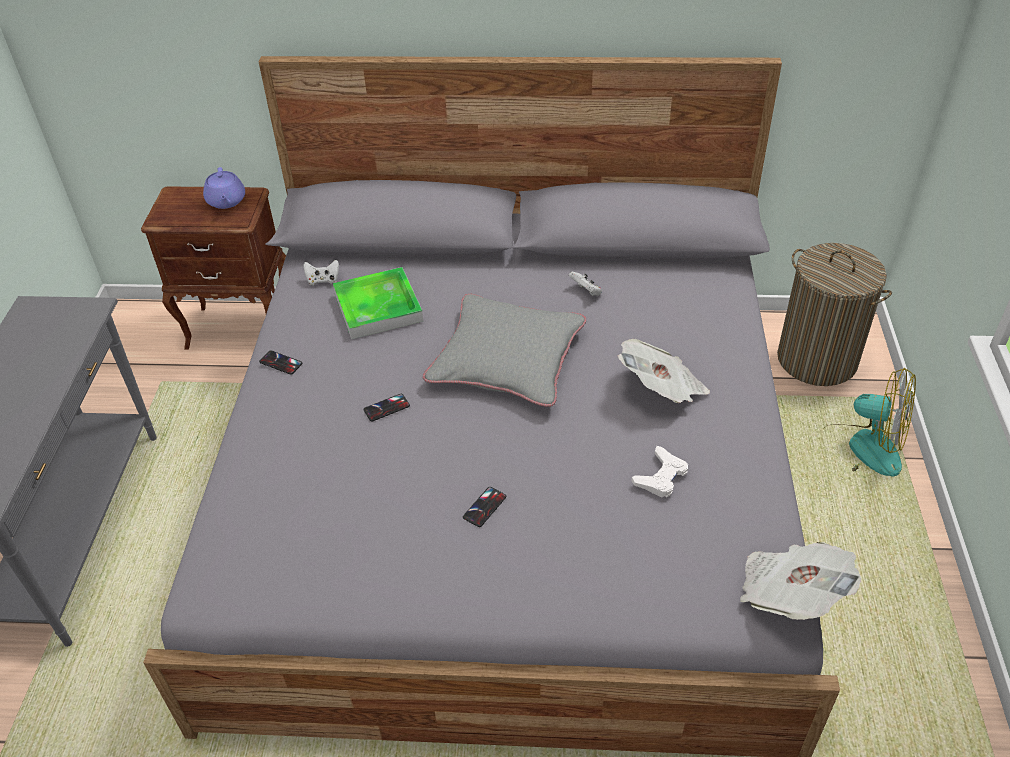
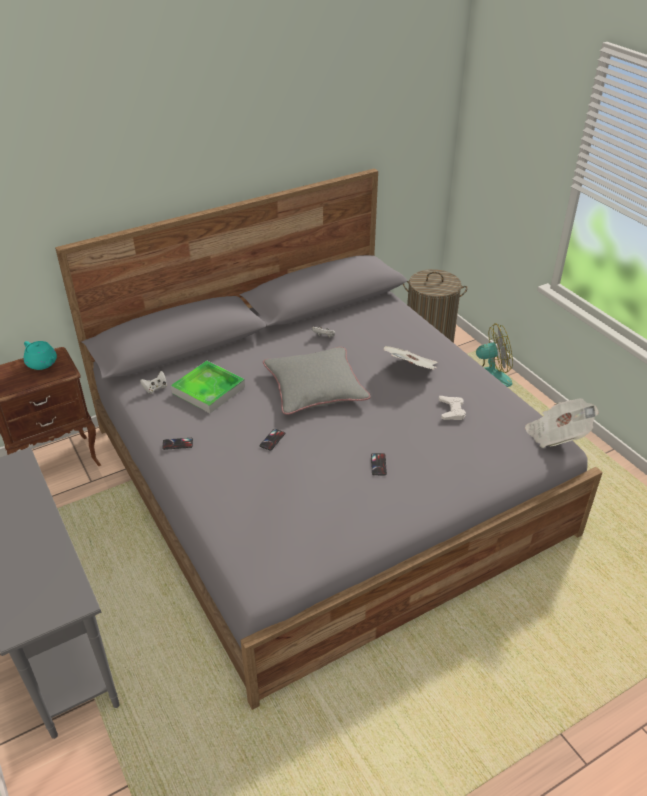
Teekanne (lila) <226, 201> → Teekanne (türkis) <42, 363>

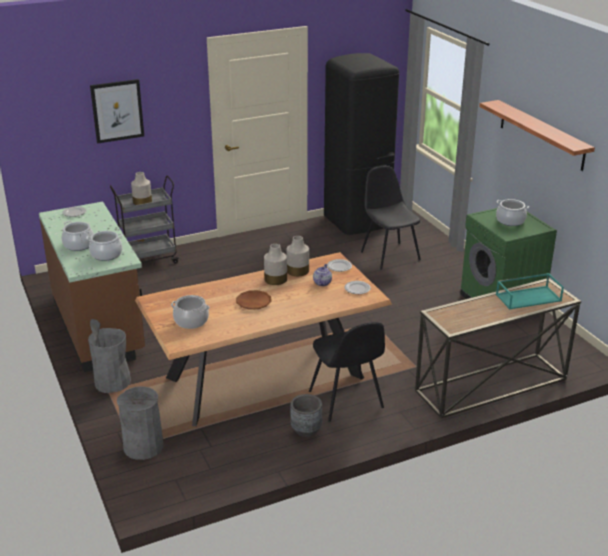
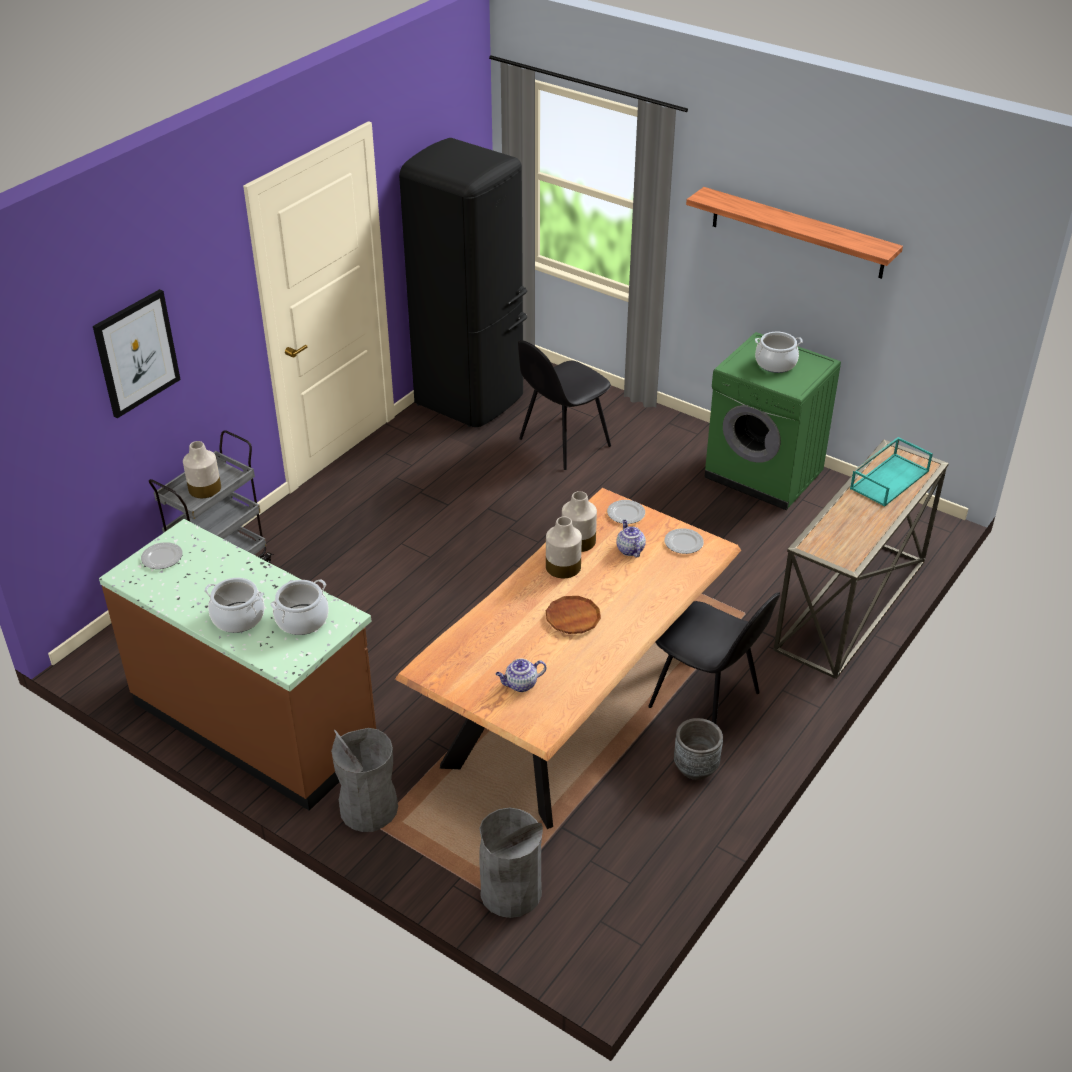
Stuhl (schwarz) <389, 255> → Stuhl (schwarz) <562, 443>, 75 degrees counterclockwise
Kochtopf <191, 321> → Teekanne <520, 684>

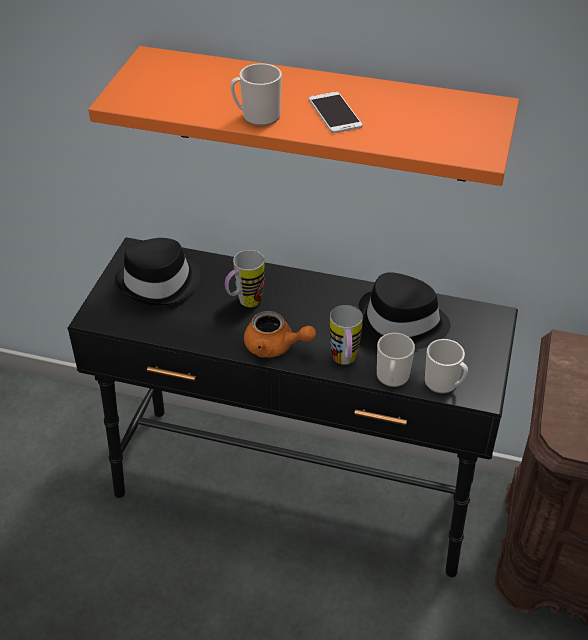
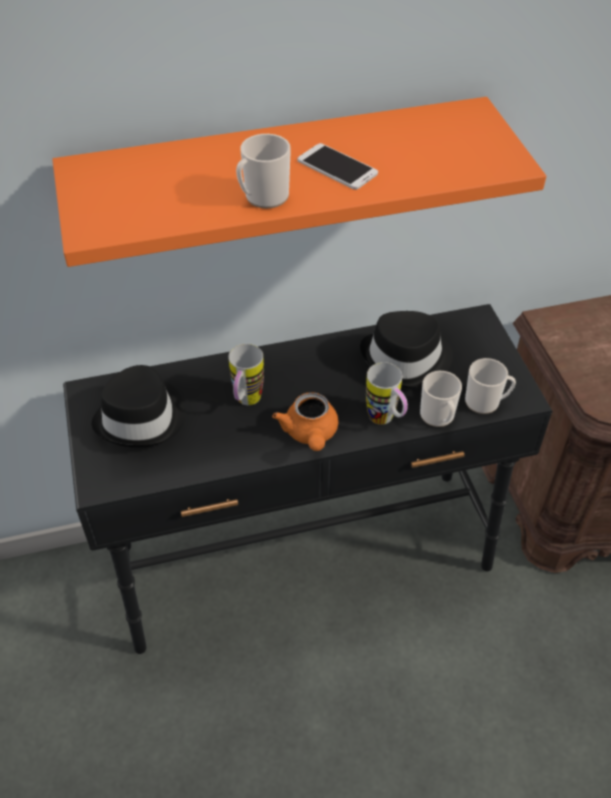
Teekanne (orange) <275, 347> → Teekanne (orange) <310, 434>, 90 degrees clockwise

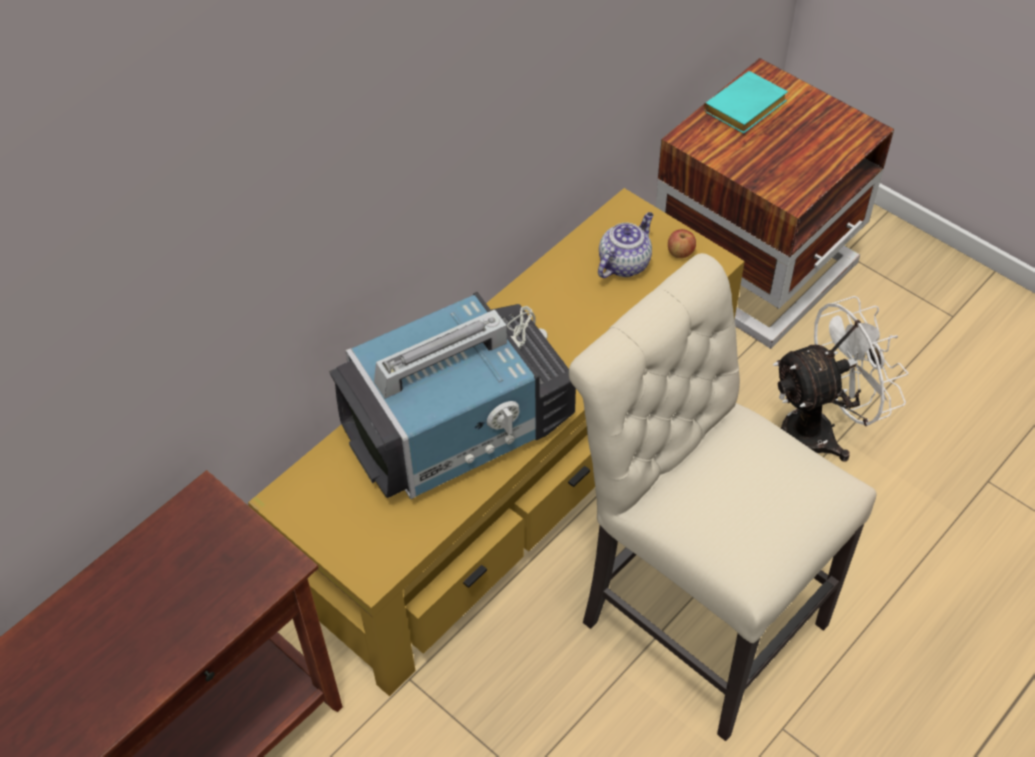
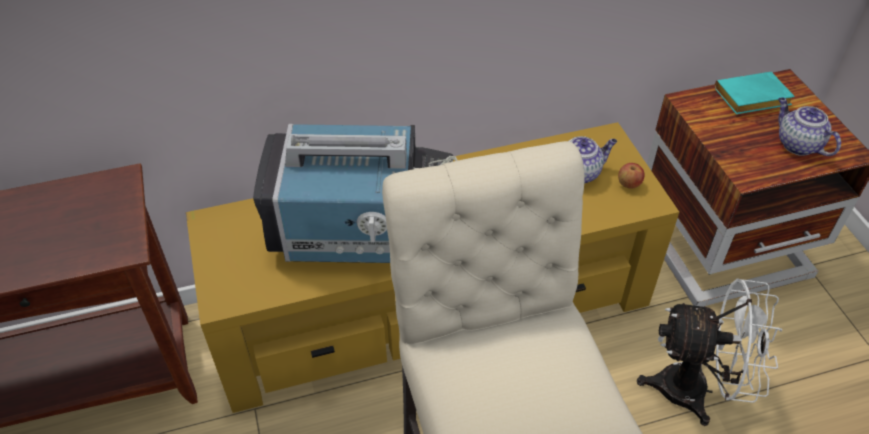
- → Teekanne <797, 144>

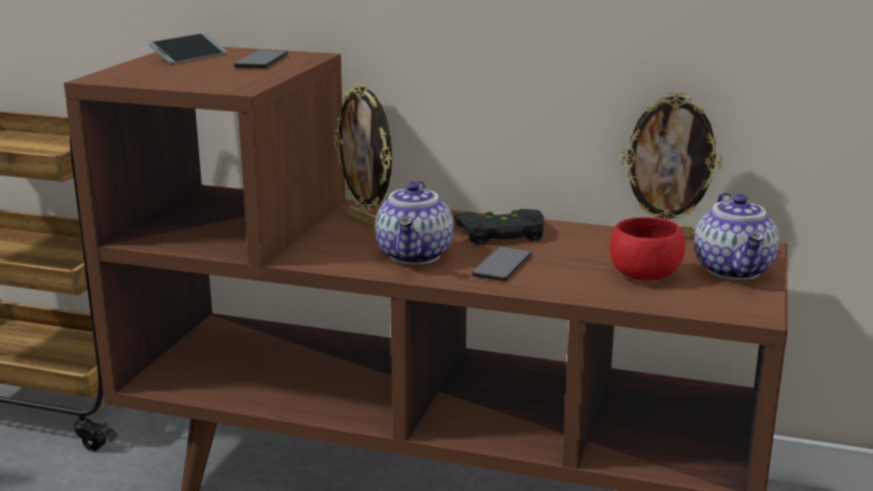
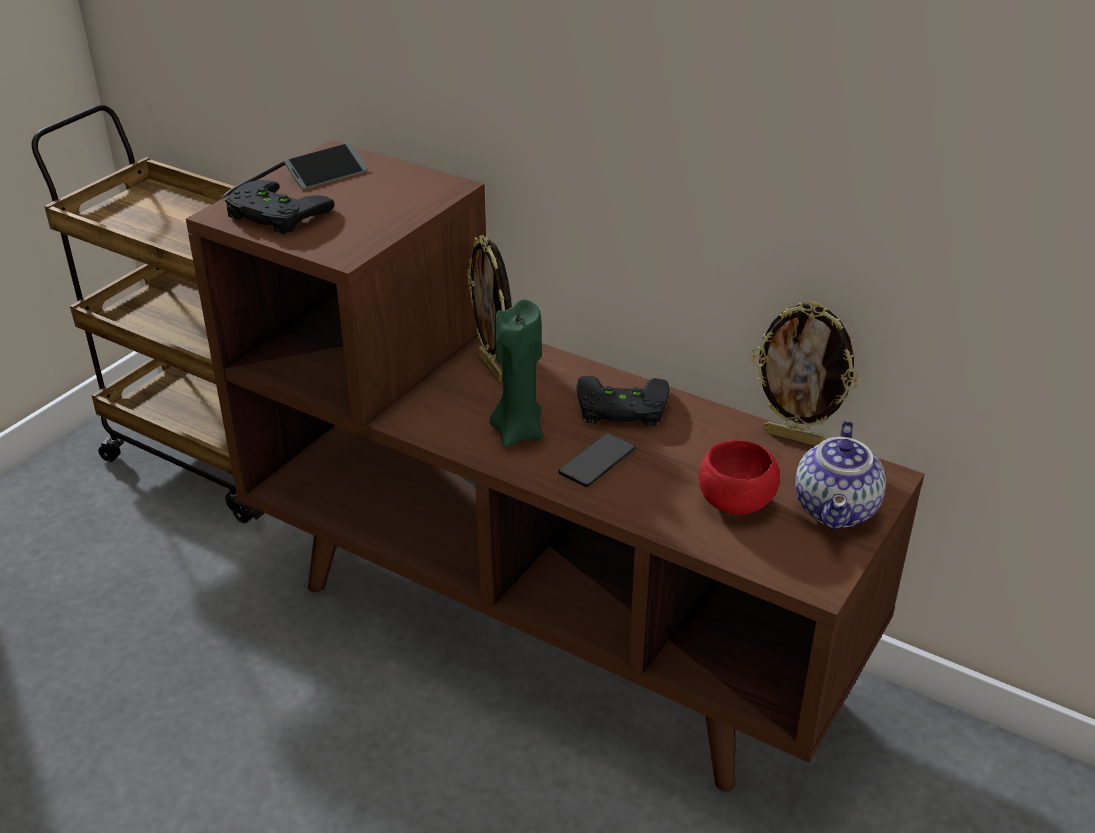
Handy <261, 61> → -
Teekanne <416, 256> → Kerze (grün) <518, 432>
- → Gamepad (schwarz) <273, 215>

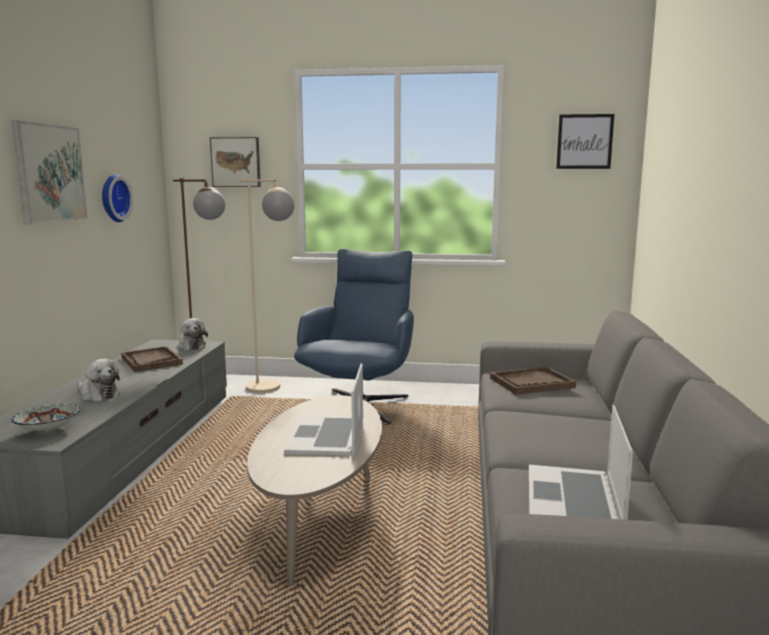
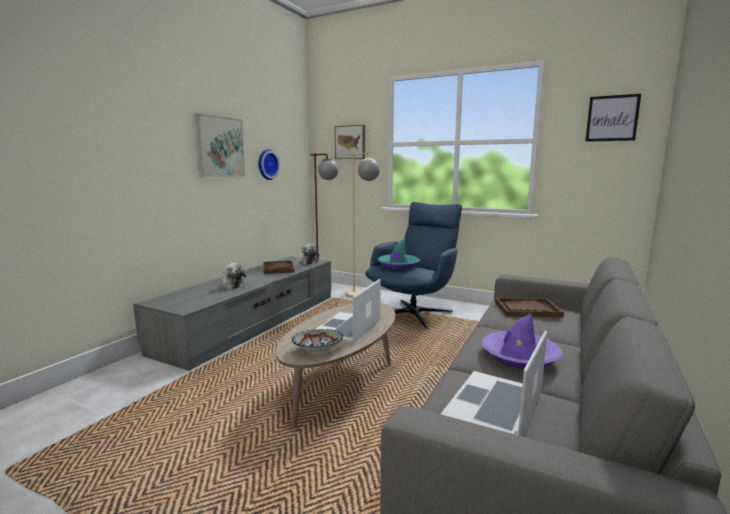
Schüssel <48, 429> → Schüssel <317, 350>, shifted
- → Hut (türkis) <398, 265>
- → Hut (lila) <519, 356>

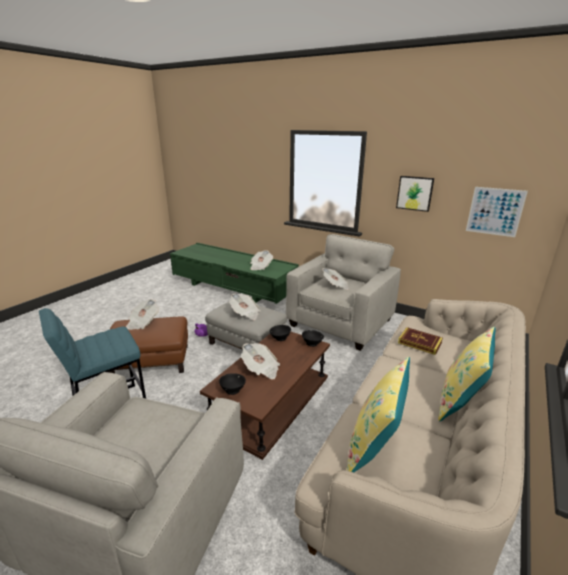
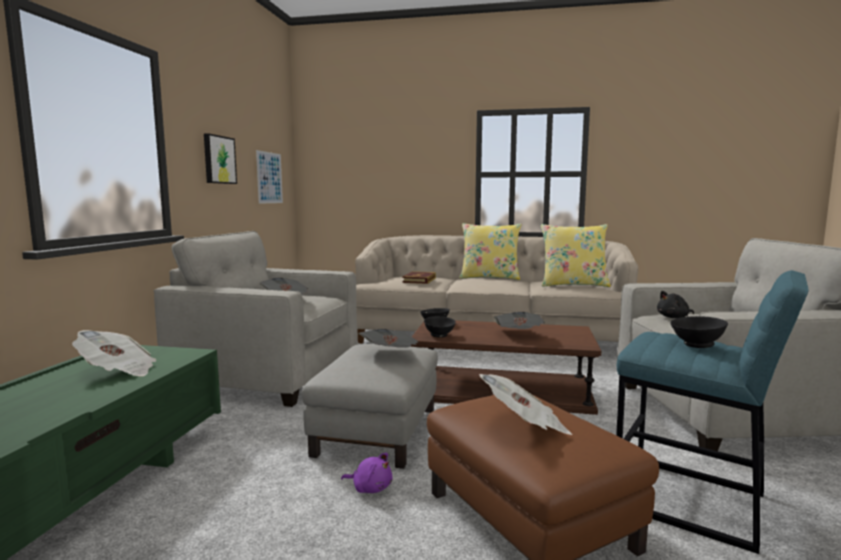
Schüssel (schwarz) <233, 390> → Schüssel (schwarz) <696, 345>, shifted
- → Plüschtier (schwarz) <674, 317>

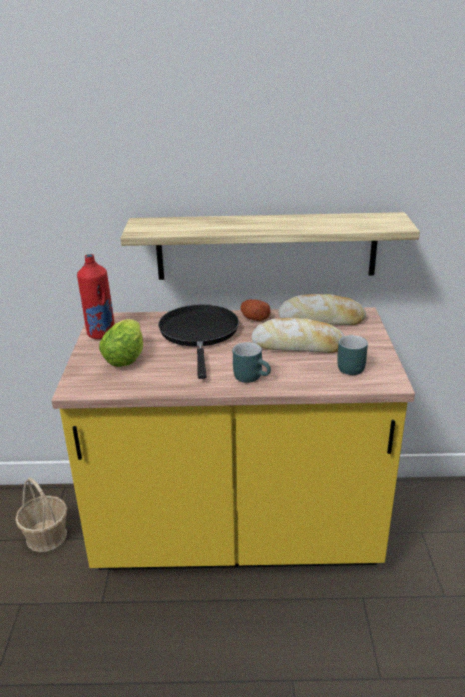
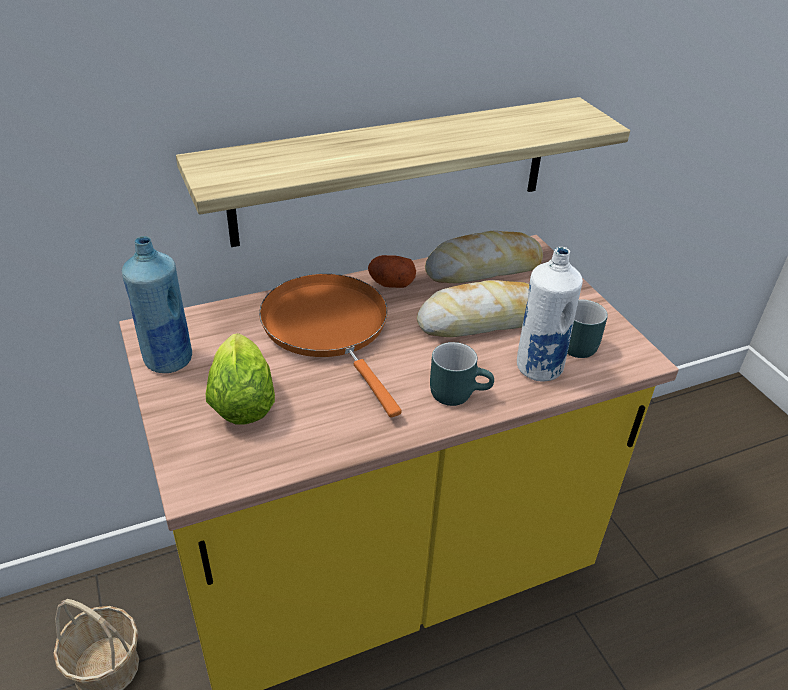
Flasche (rot) <100, 334> → Flasche (blau) <168, 360>
Pfanne (schwarz) <199, 334> → Pfanne (orange) <329, 328>
- → Flasche (weiß) <538, 368>

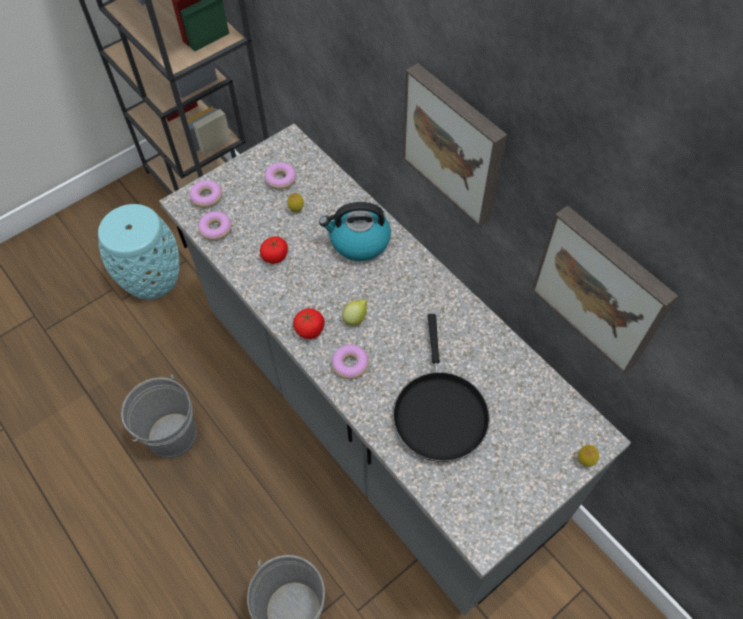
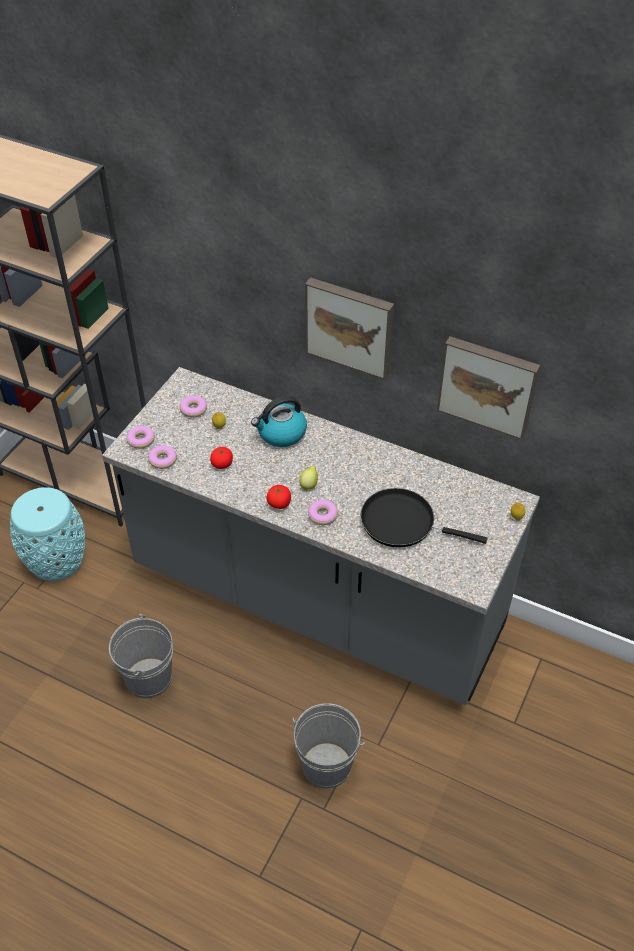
Pfanne (schwarz) <439, 412> → Pfanne (schwarz) <403, 523>, 135 degrees clockwise

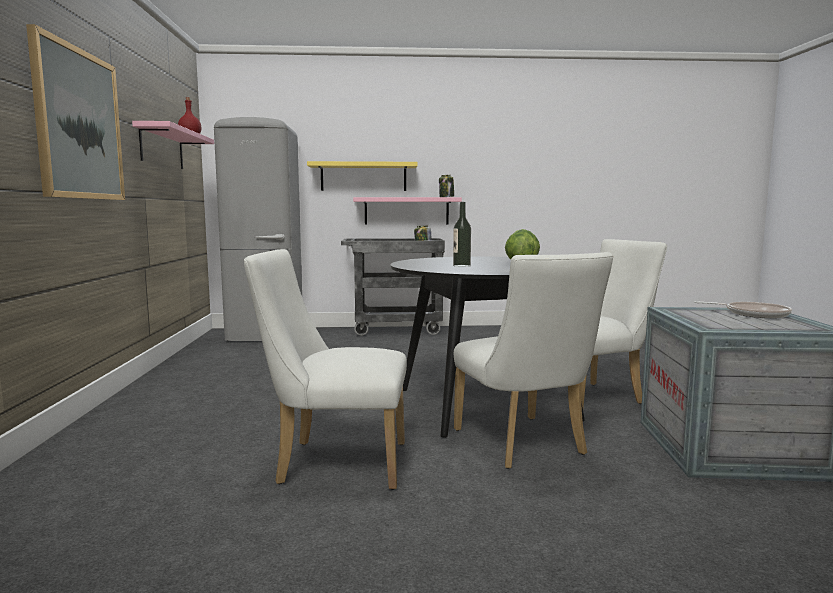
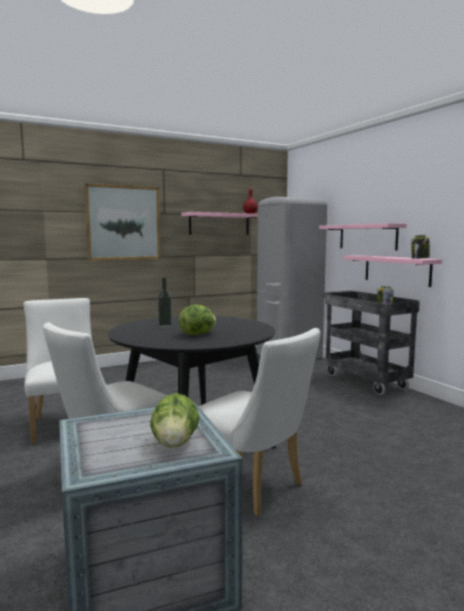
Wandregal (gelb) <363, 177> → Wandregal (rosa) <367, 237>
Pfanne <753, 314> → Salatkopf <175, 443>

